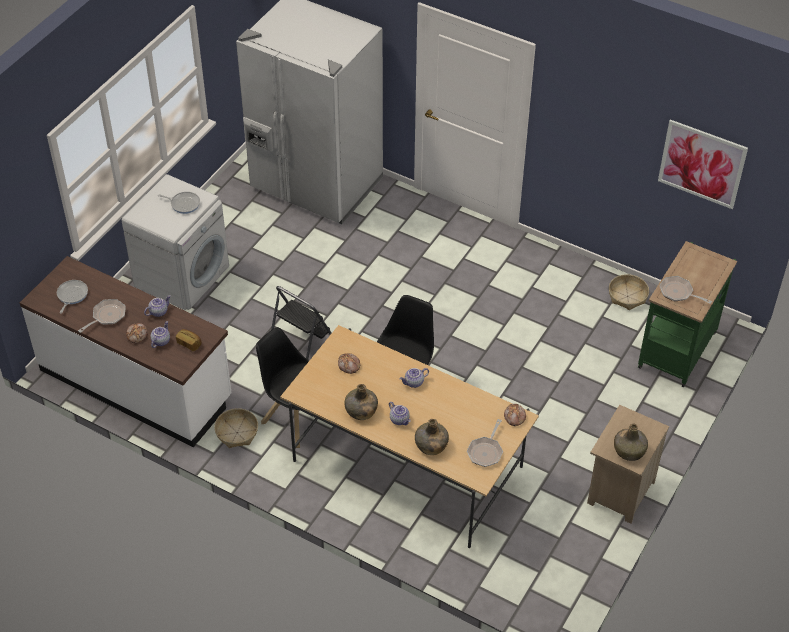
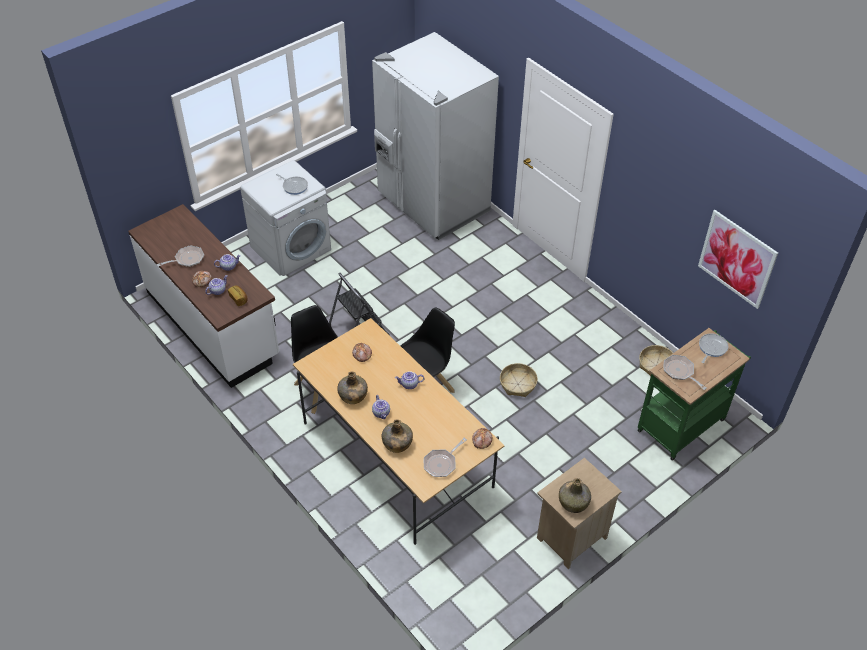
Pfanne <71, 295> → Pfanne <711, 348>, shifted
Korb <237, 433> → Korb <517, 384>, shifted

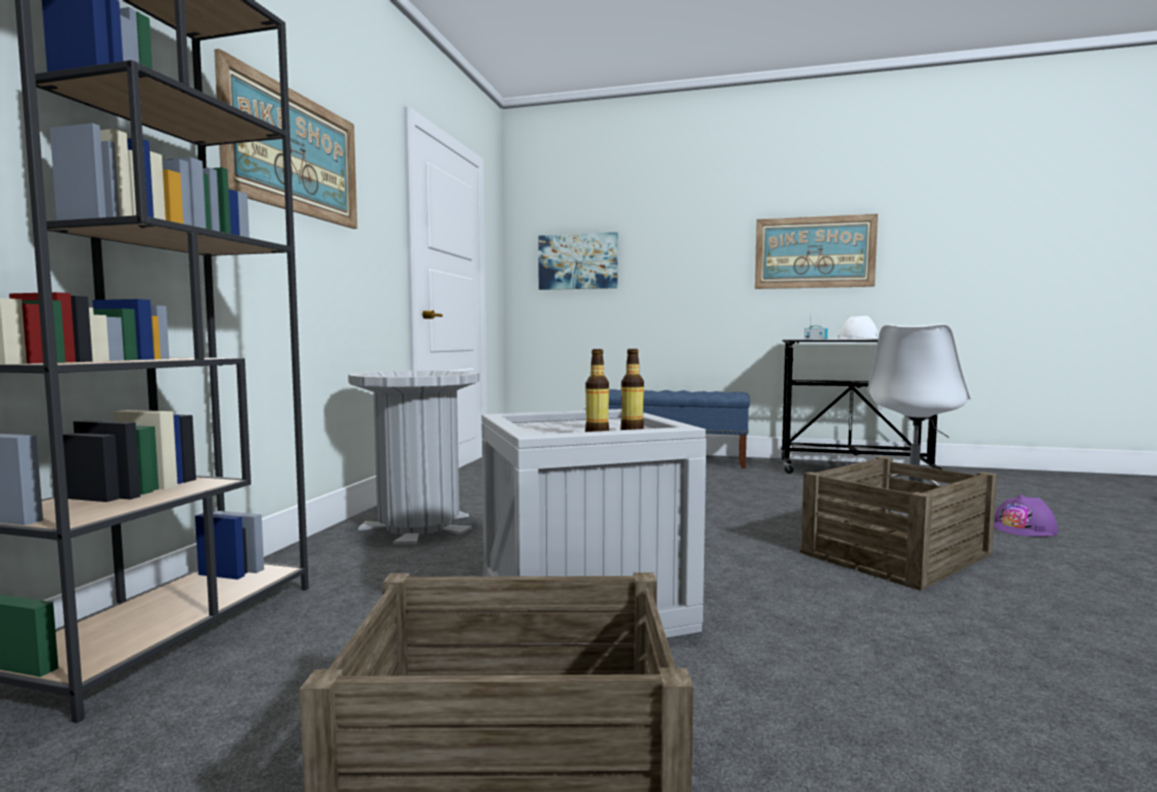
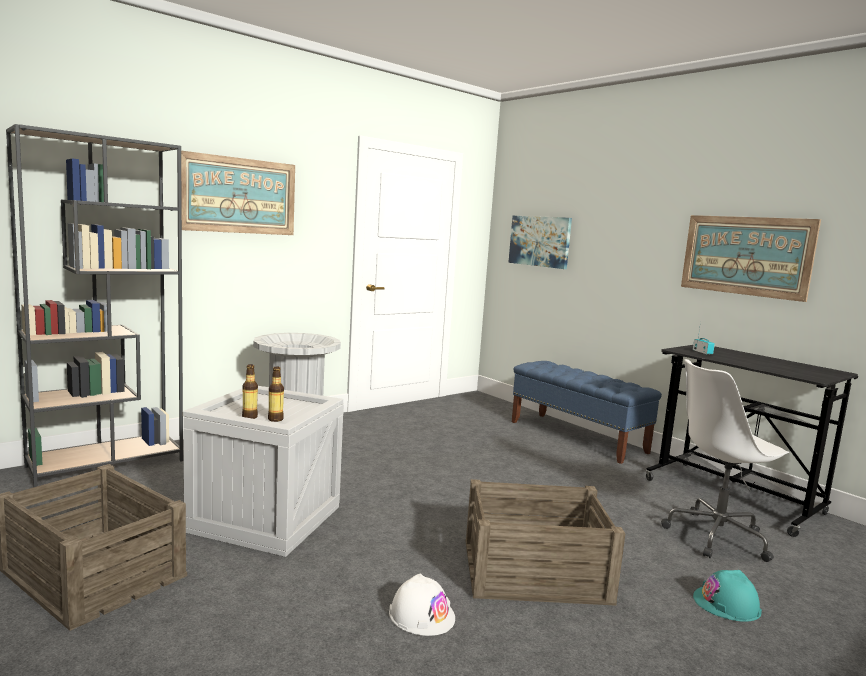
Schutzhelm (weiß) <860, 339> → Schutzhelm (weiß) <421, 615>, shifted
Schutzhelm (lila) <1023, 528> → Schutzhelm (türkis) <727, 604>

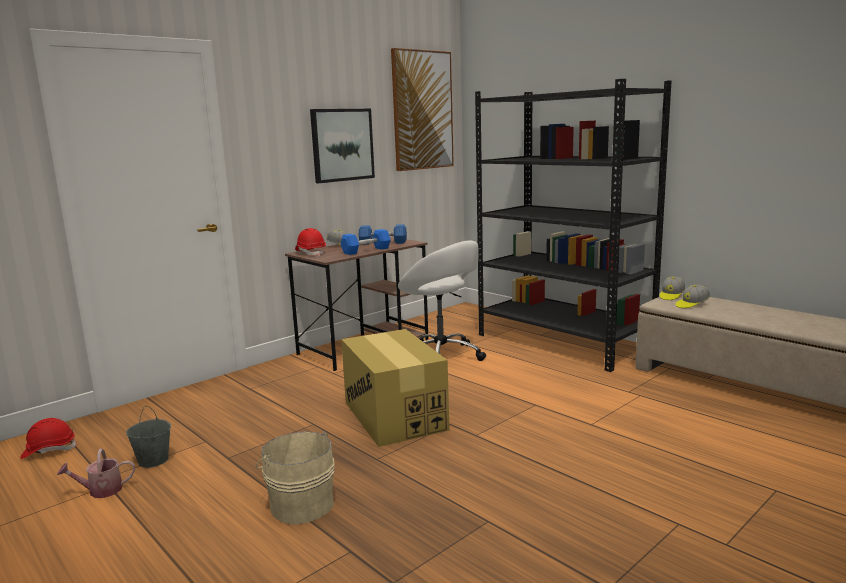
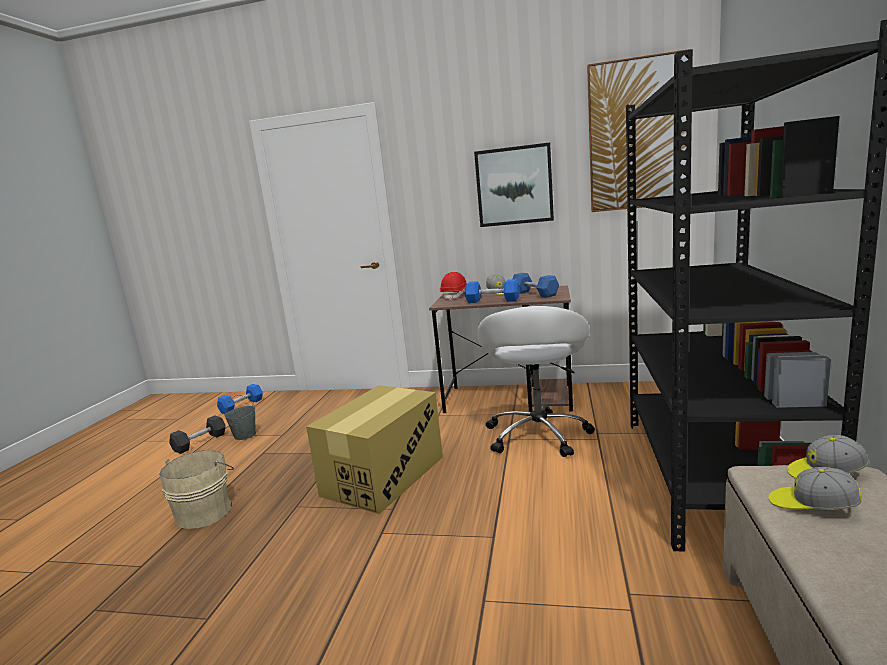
Schutzhelm (rot) <49, 450> → Hantel (blau) <242, 406>
Gießkanne <101, 491> → Hantel (grau) <200, 442>

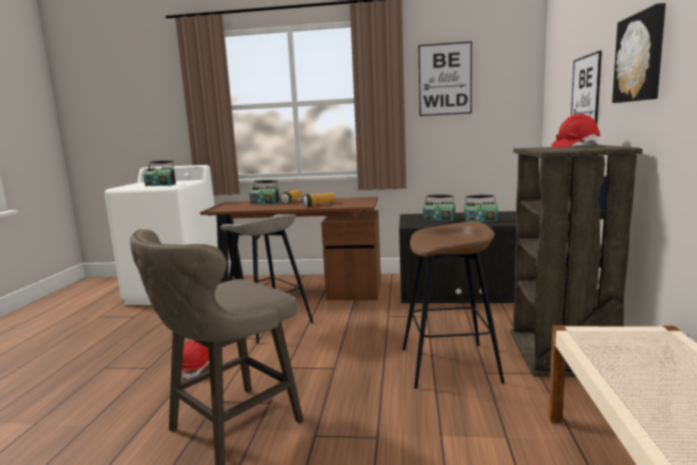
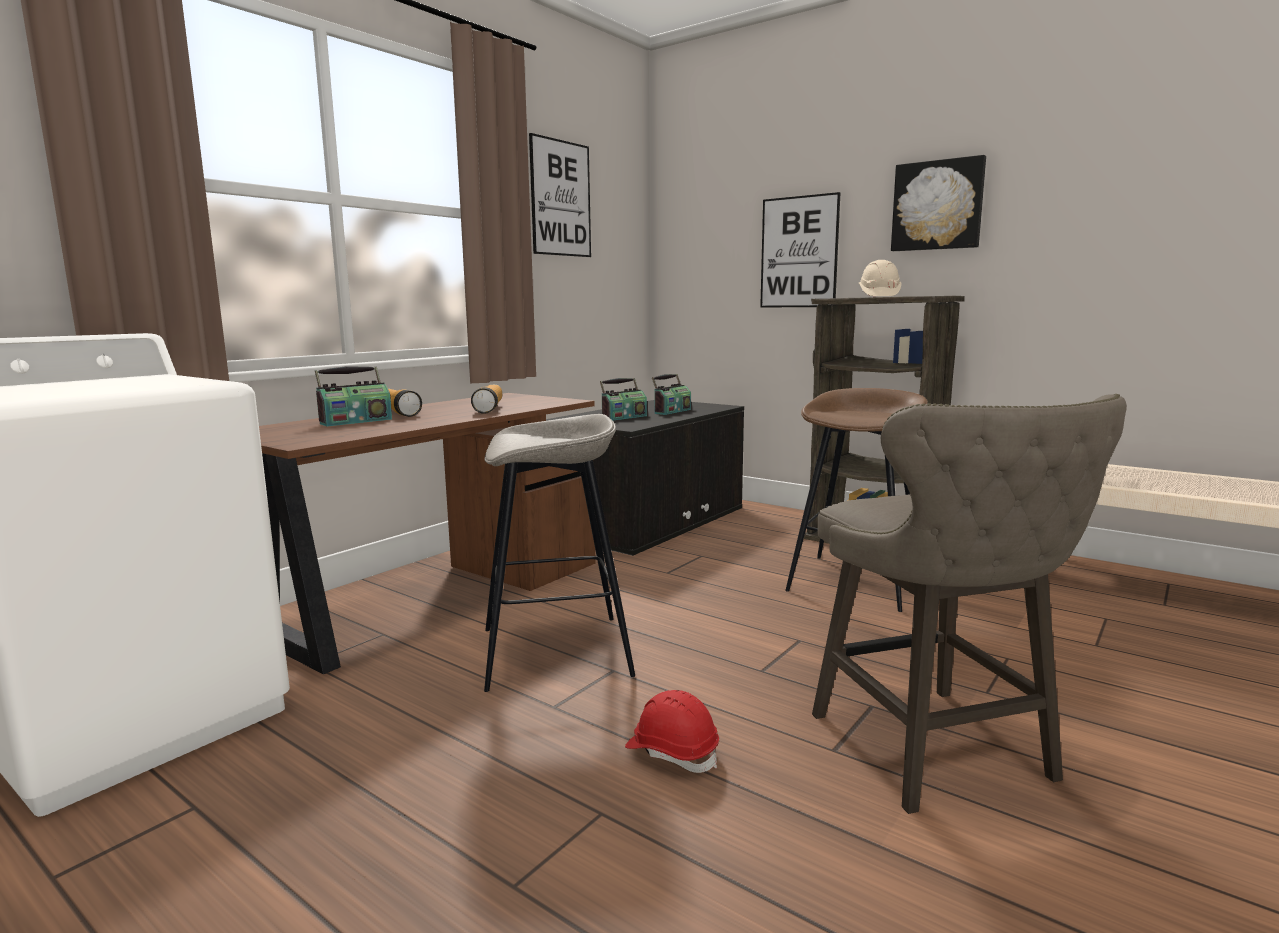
Schutzhelm (rot) <575, 146> → Schutzhelm (beige) <878, 296>
Radio <161, 185> → -

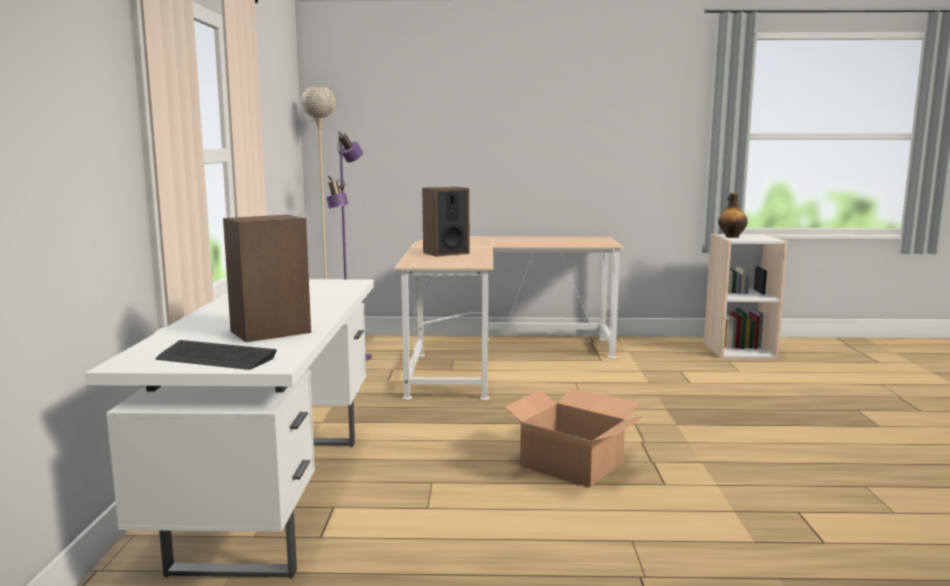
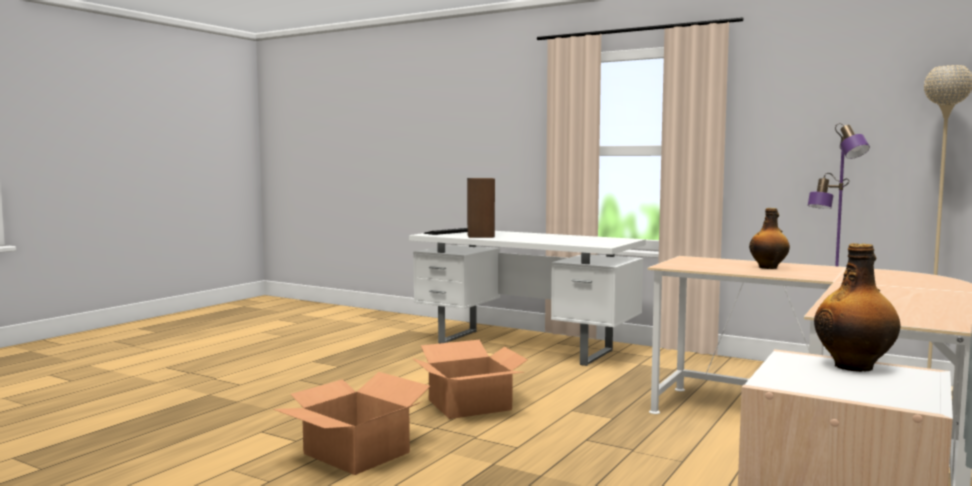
Lautsprecher <445, 253> → Flasche <768, 267>
- → Karton <356, 453>

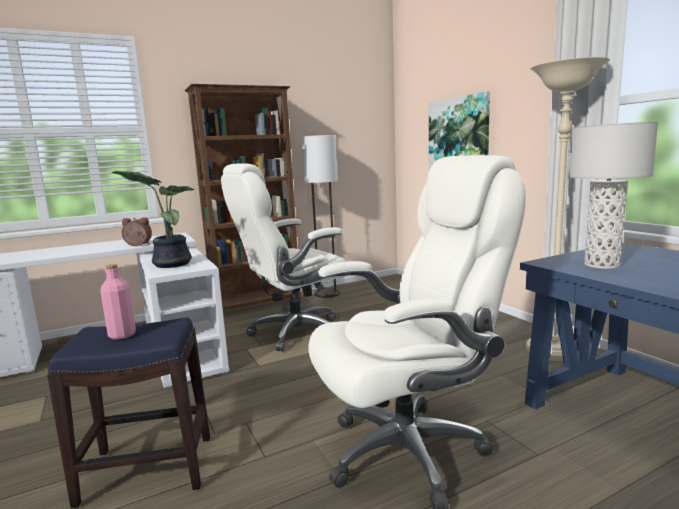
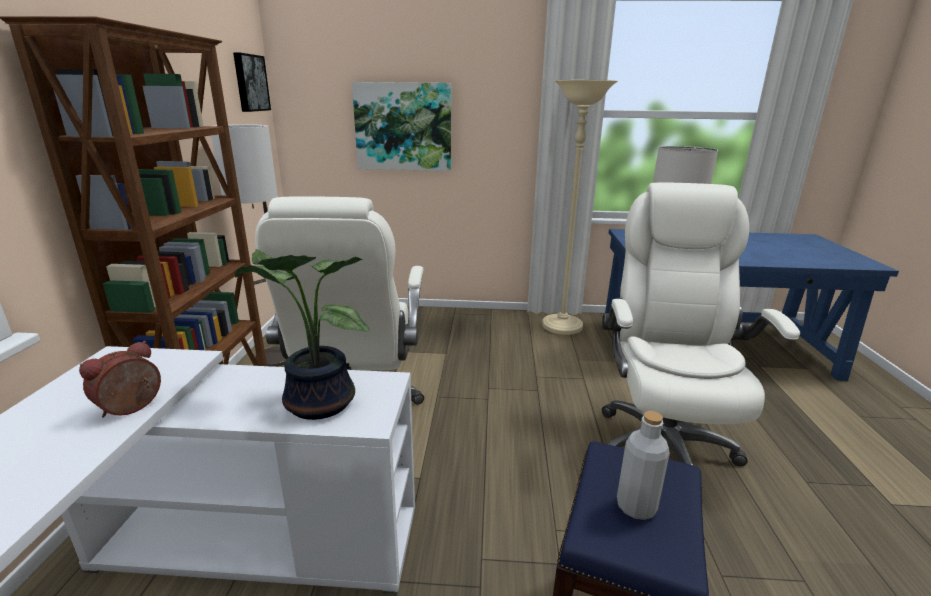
Flasche (rosa) <122, 335> → Flasche (grau) <636, 506>
- → Bild <250, 83>

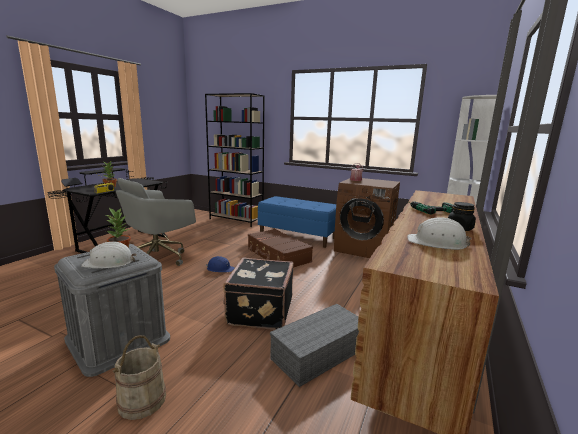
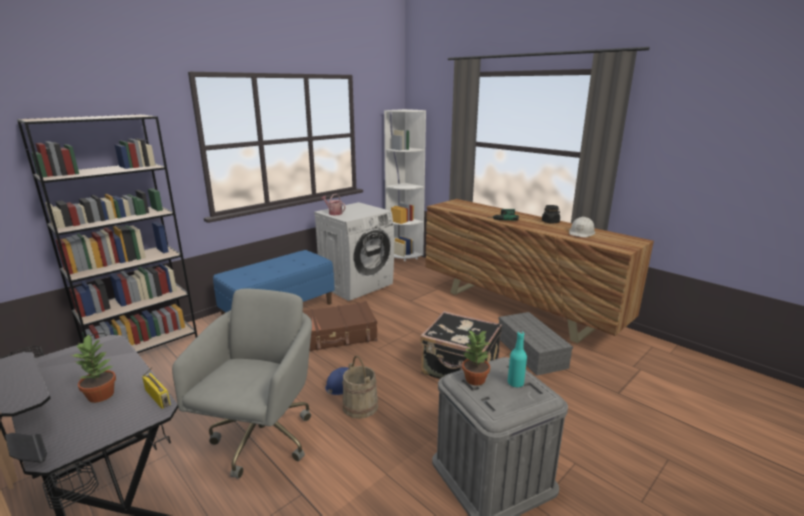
Bürostuhl (grau) <160, 259> → Bürostuhl (grau) <261, 443>, 135 degrees counterclockwise
Waschmaschine (braun) <363, 250> → Waschmaschine (weiß) <356, 286>
Schutzhelm (weiß) <109, 262> → Flasche (türkis) <515, 383>
Eimer (beige) <142, 400> → Eimer (beige) <360, 406>, shifted

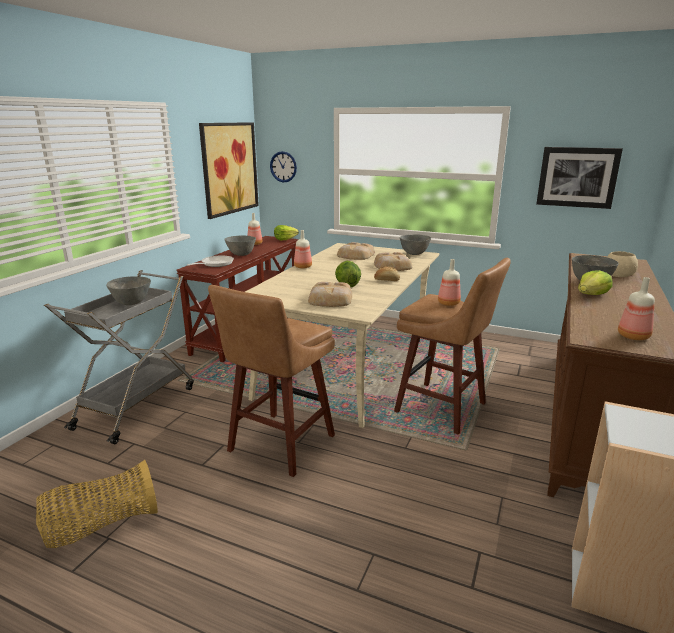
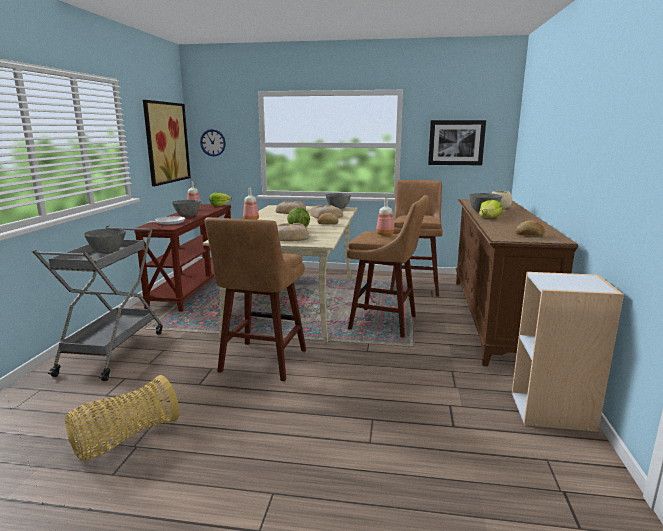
Flasche <634, 336> → Brot <530, 235>
- → Hocker (braun) <414, 286>

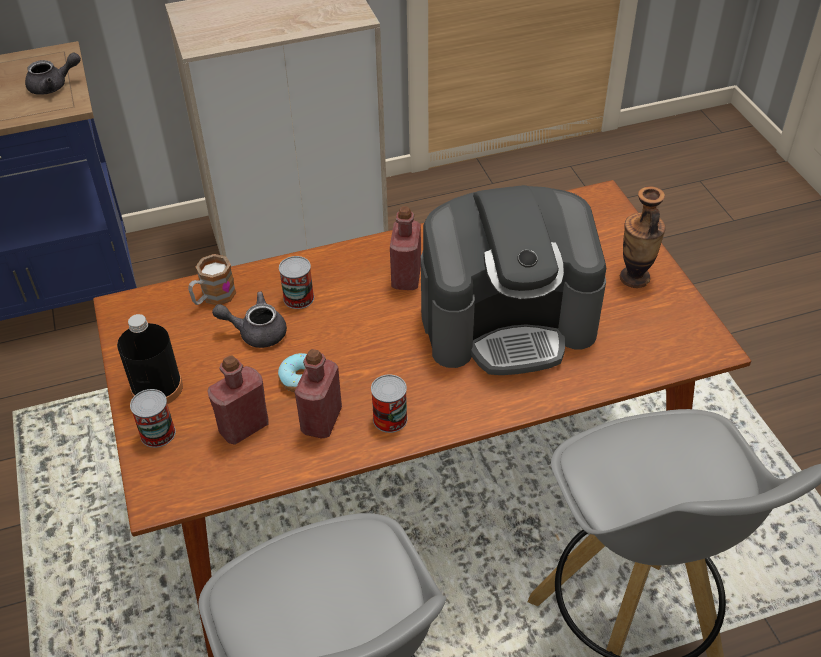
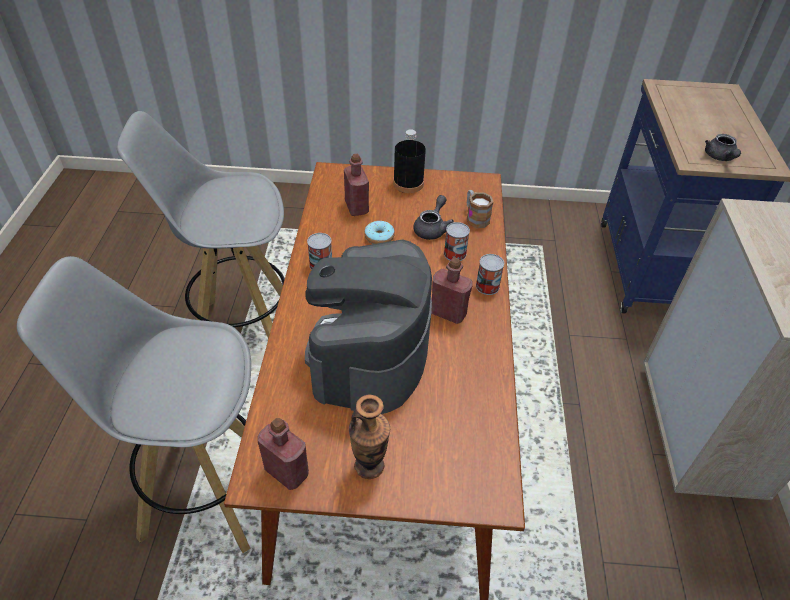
Flasche (rot) <321, 420> → Flasche (rot) <286, 472>, shifted
Dose <158, 433> → Dose <487, 286>, shifted

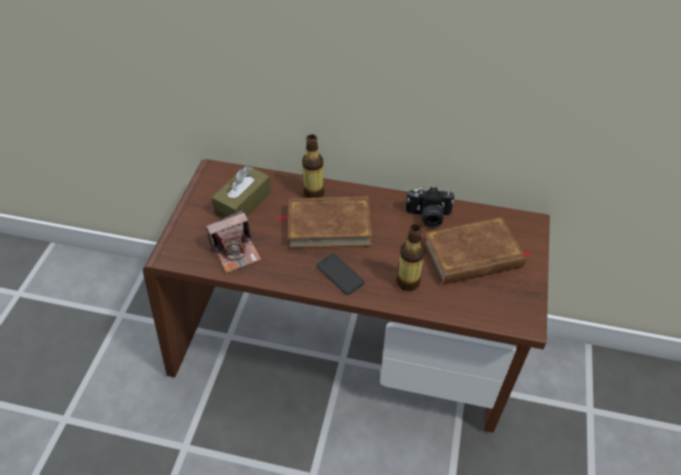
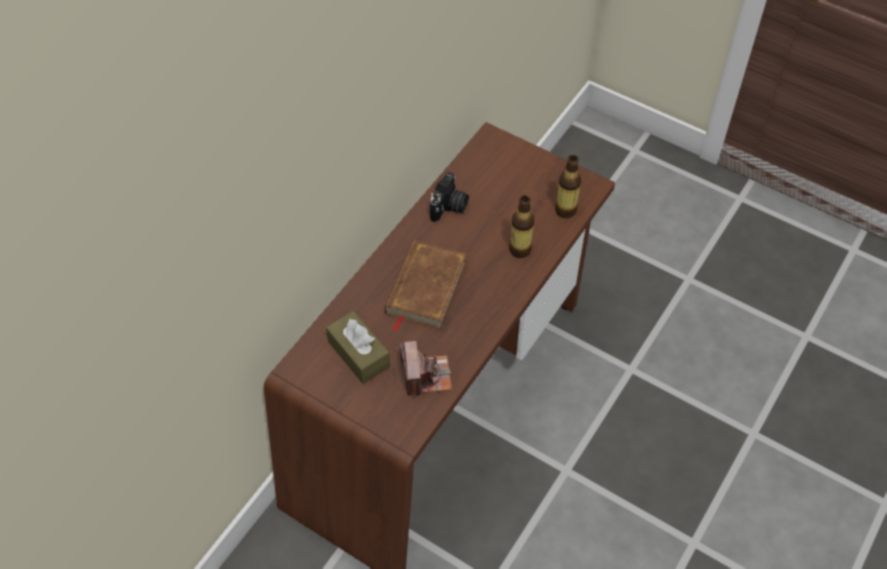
Flasche <314, 193> → Flasche <565, 210>, shifted
Buch (braun) <473, 255> → -
Handy <340, 274> → -

